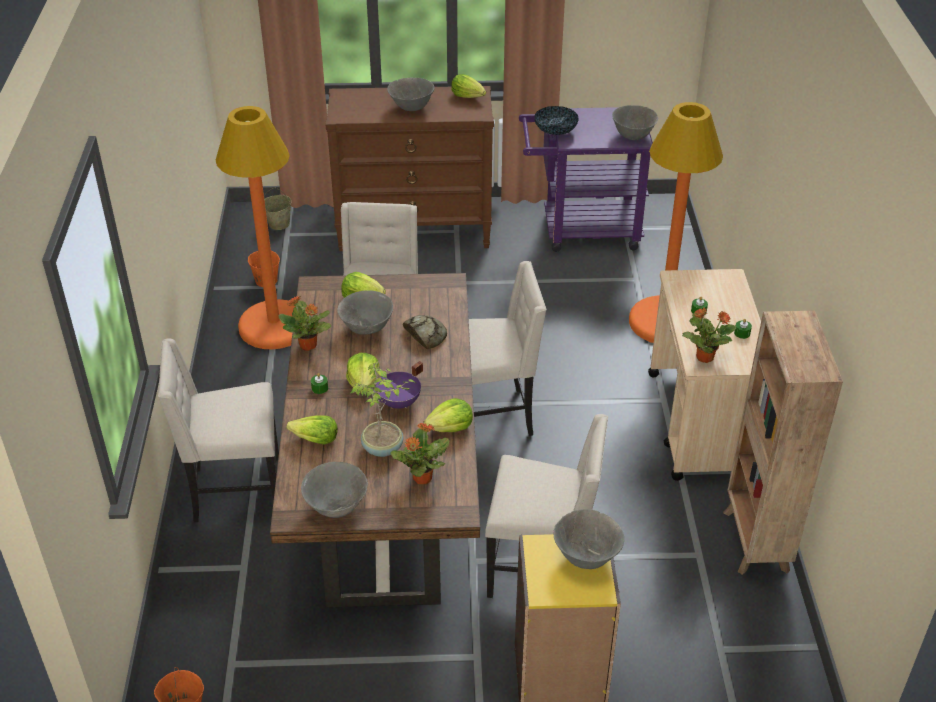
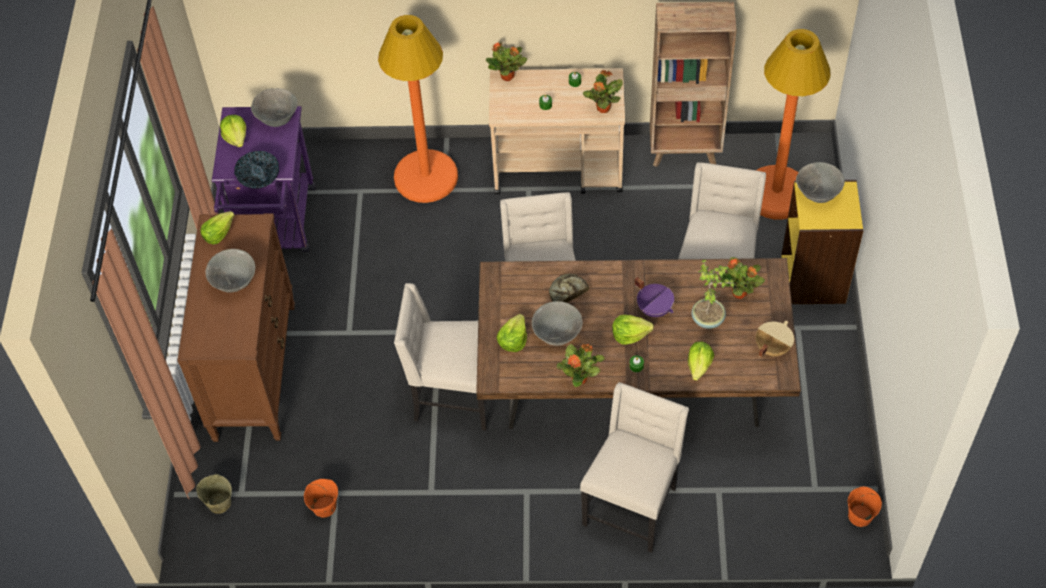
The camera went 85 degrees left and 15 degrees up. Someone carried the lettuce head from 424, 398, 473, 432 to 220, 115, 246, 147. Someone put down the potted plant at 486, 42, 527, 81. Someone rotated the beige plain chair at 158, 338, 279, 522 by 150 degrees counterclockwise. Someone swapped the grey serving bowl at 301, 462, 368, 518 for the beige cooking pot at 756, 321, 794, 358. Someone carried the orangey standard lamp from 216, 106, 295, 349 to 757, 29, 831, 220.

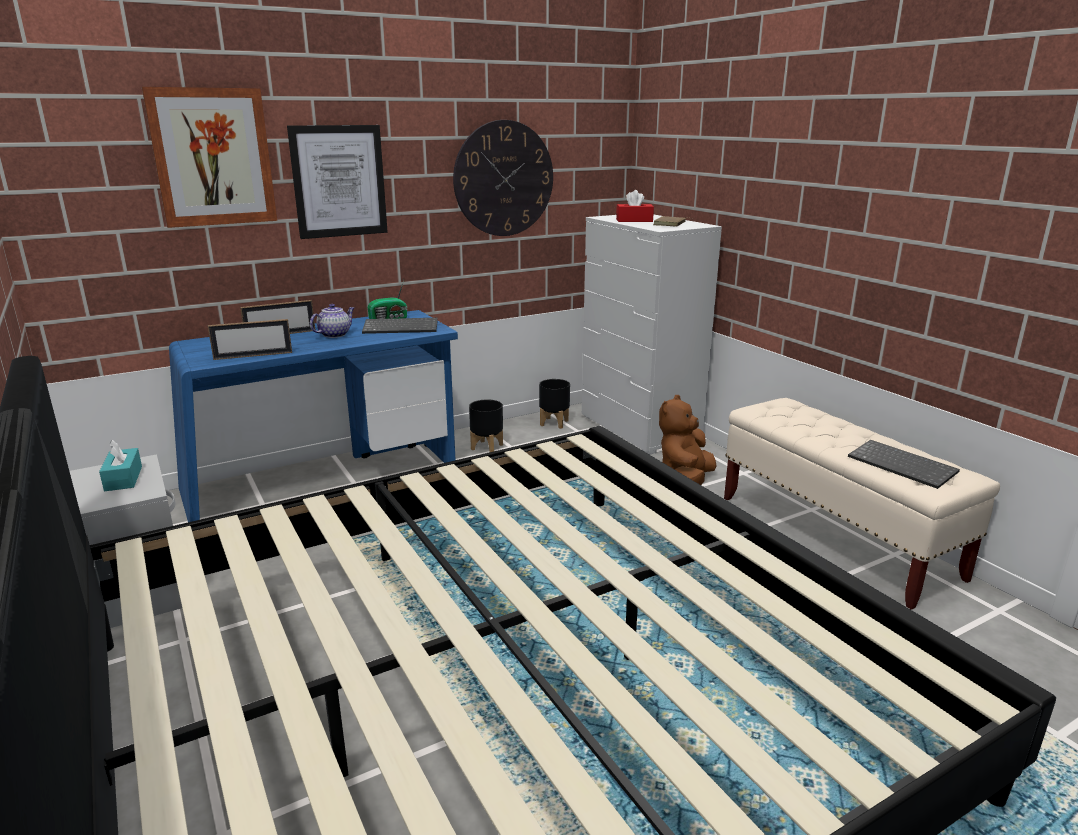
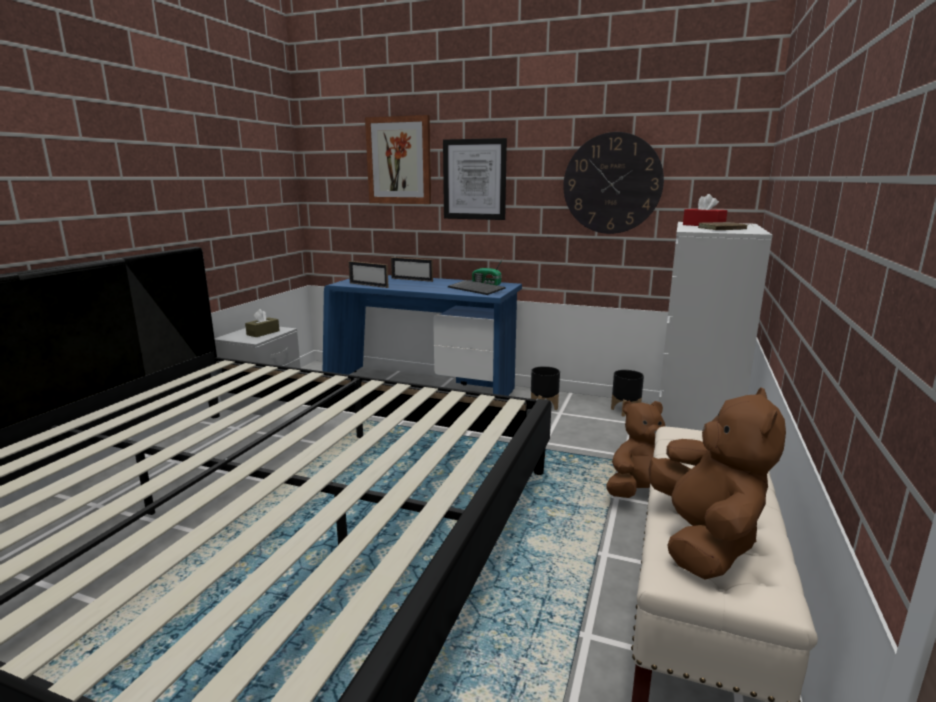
The camera went 50 degrees right and 5 degrees down. Someone repainted the blue-green tissue holder at 99, 440, 142, 491, which became the brown tissue holder at 245, 309, 280, 337. Someone swapped the PC keyboard at 848, 440, 960, 489 for the brown cuddly toy at 648, 387, 786, 579. Someone took away the teapot at 310, 304, 354, 338.

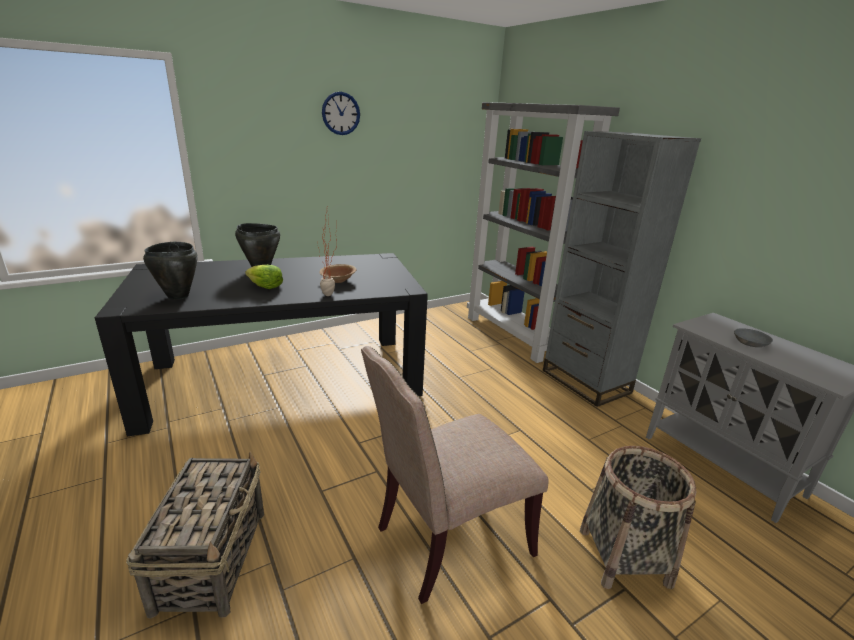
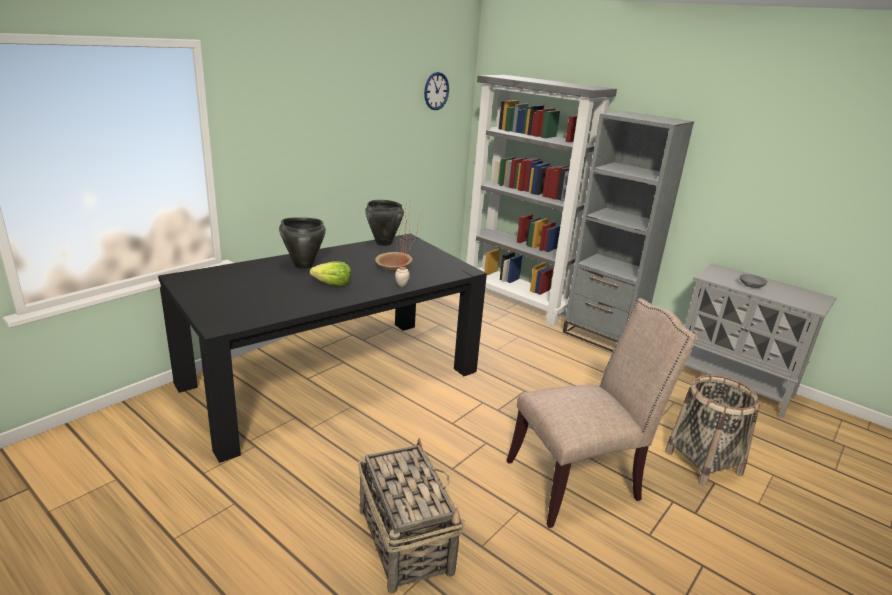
The camera went 20 degrees left and 0 degrees up. Someone carried the black cooking pot from 143, 242, 198, 300 to 365, 200, 404, 246. Someone carried the wall clock from 322, 92, 360, 135 to 424, 72, 449, 110. Someone rotated the beige plain chair at 361, 346, 549, 604 by 150 degrees counterclockwise.

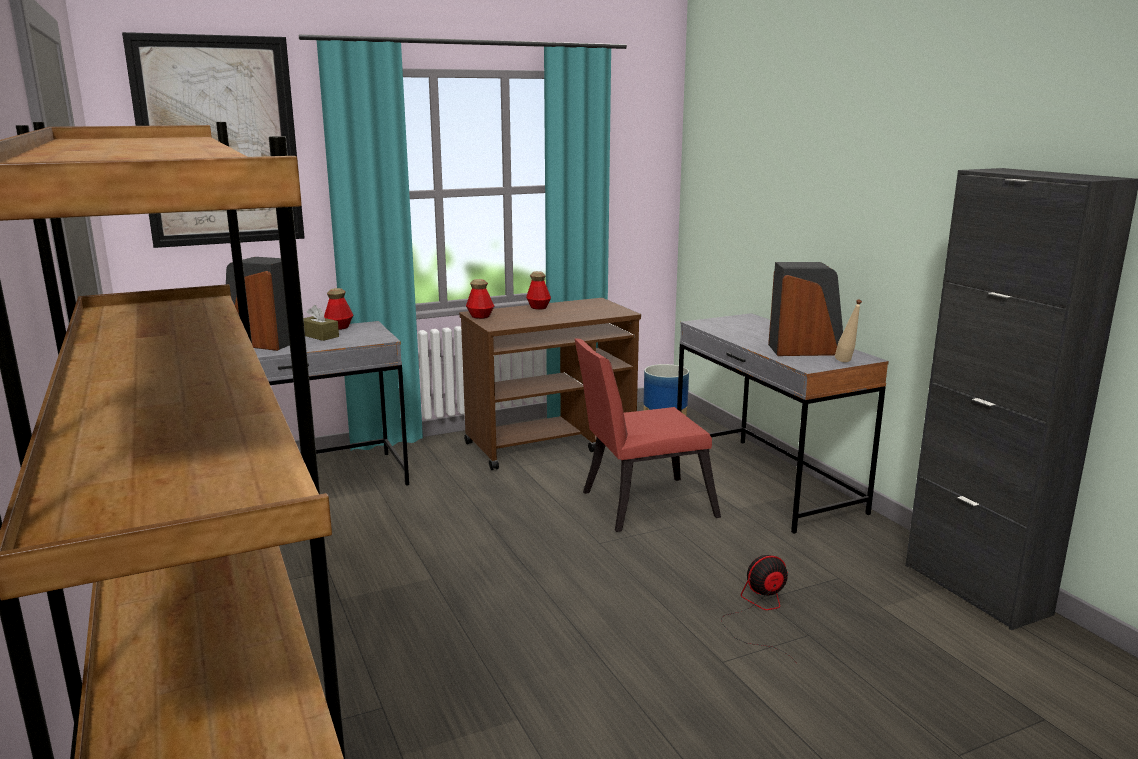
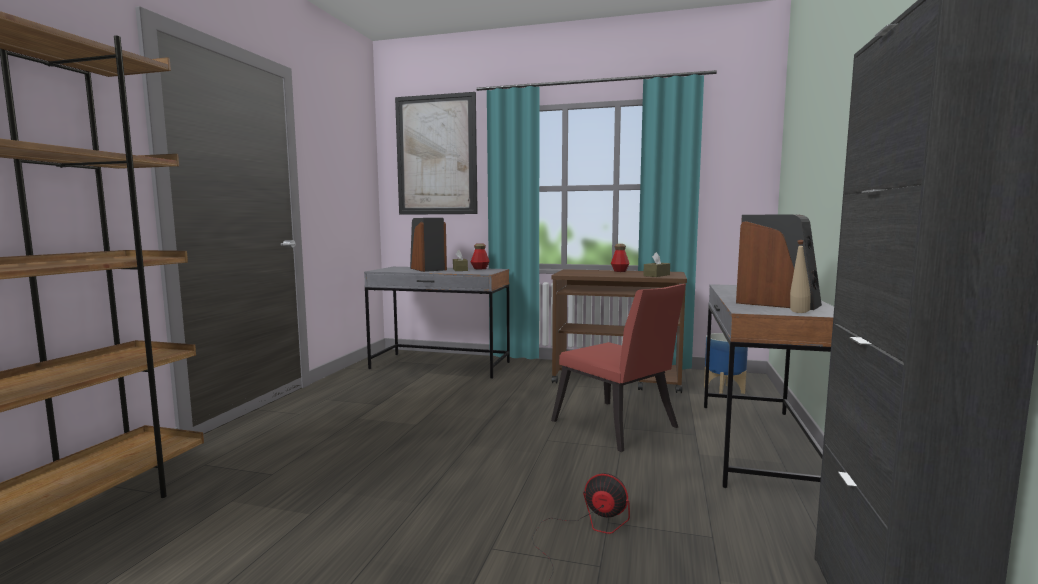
The camera went 40 degrees right and 10 degrees down. Someone rotated the red plain chair at 575, 338, 721, 532 by 150 degrees counterclockwise. Someone put down the brown tissue holder at 643, 252, 670, 277. Someone took away the bottle at 466, 279, 494, 319.

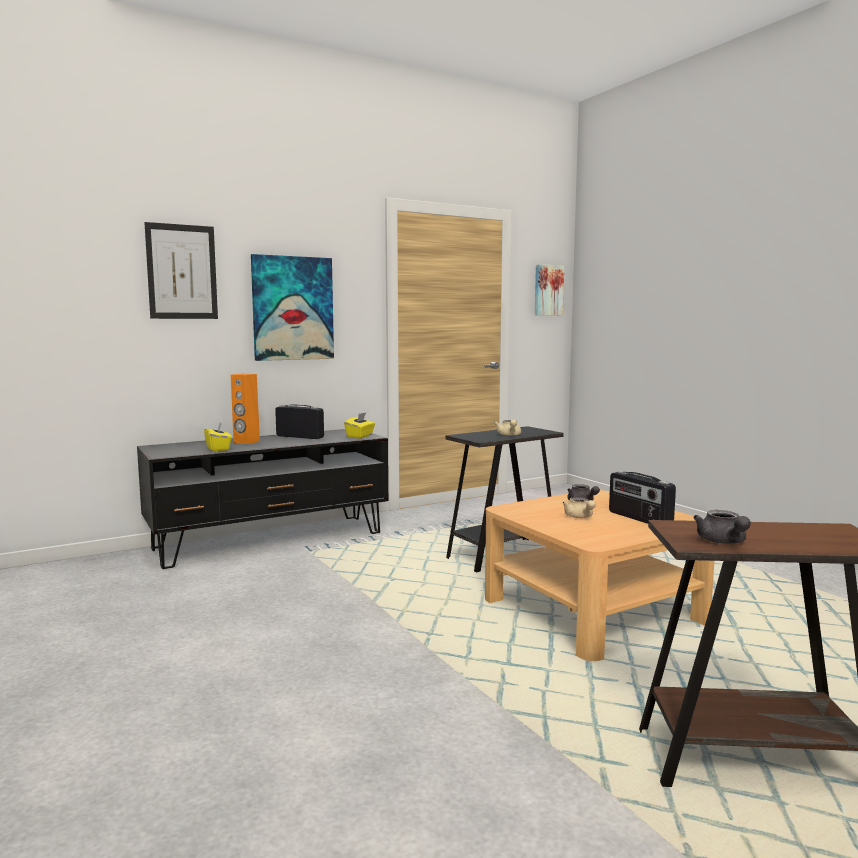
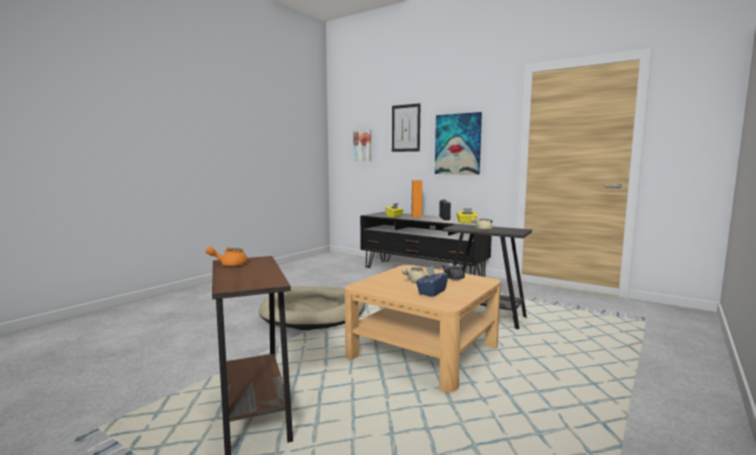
The camera went 65 degrees right and 0 degrees up. Someone repainted the grey teapot at 693, 510, 751, 544, which became the orangey teapot at 206, 247, 248, 267. Someone put down the beige dog bed at 259, 286, 365, 330. Someone carried the picture from 535, 264, 564, 315 to 353, 130, 371, 161. Someone swapped the radio receiver at 609, 471, 676, 524 for the blue tissue holder at 416, 266, 448, 297.

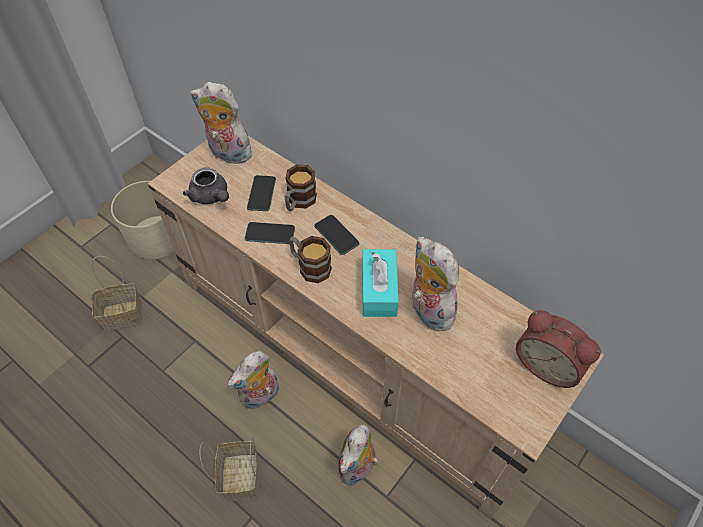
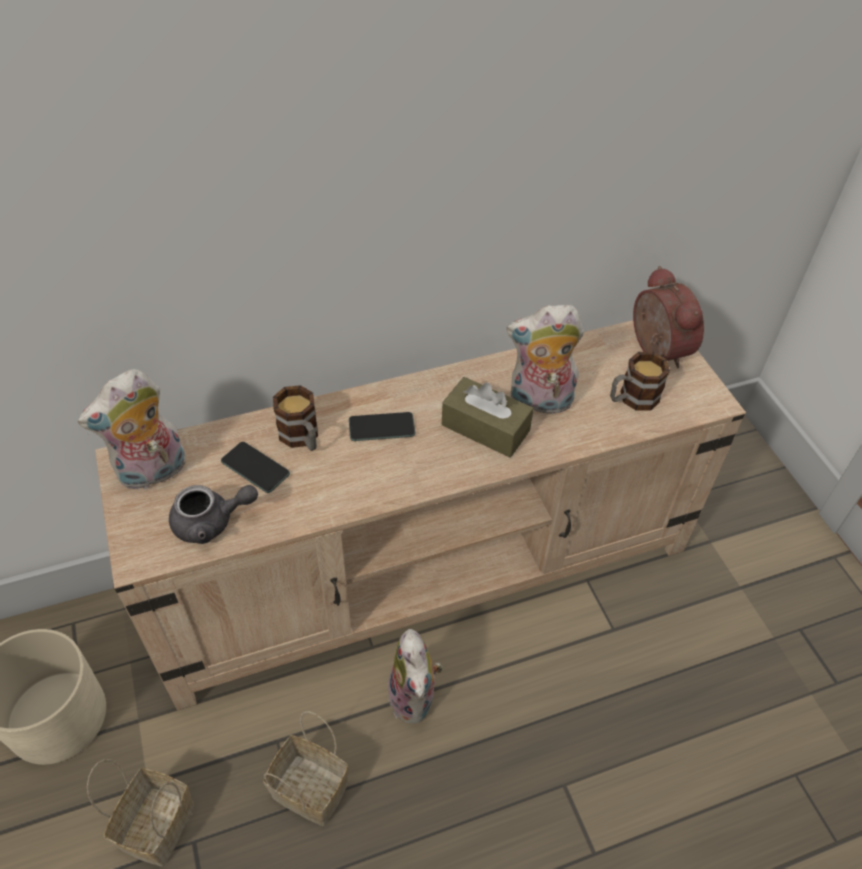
The camera went 60 degrees left and 5 degrees down. Someone carried the basket from 200, 438, 259, 501 to 263, 711, 349, 826. Someone repainted the blue-green tissue holder at 362, 249, 399, 317, which became the brown tissue holder at 442, 377, 534, 457. Someone carried the tea mug from 289, 236, 332, 283 to 610, 352, 670, 410. Someone rotated the bedside clock at 516, 310, 601, 388 by 90 degrees counterclockwise. Someone took away the phone at 245, 222, 295, 244. Someone took away the cuddly toy at 337, 425, 378, 486.

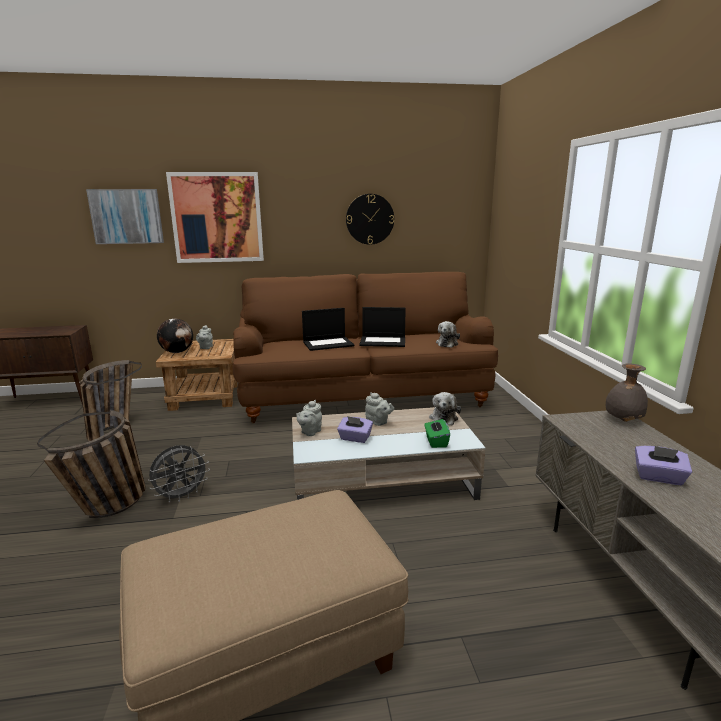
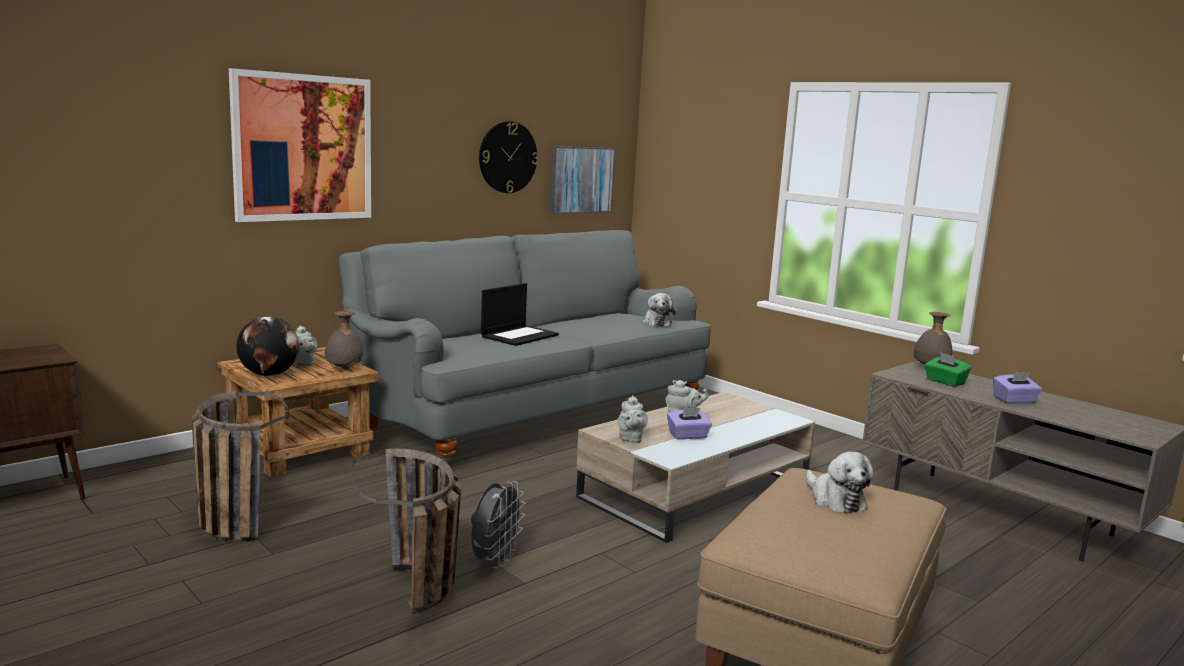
The camera went 35 degrees left and 5 degrees down. Someone put down the grey vase at 325, 311, 363, 369. Someone repainted the brown couch at 233, 272, 498, 423, which became the grey couch at 338, 230, 711, 464. Someone carried the picture from 86, 189, 164, 244 to 549, 146, 616, 214. Someone carried the cuddly toy from 429, 392, 461, 425 to 806, 452, 874, 514. Someone carried the green tissue holder from 424, 417, 450, 448 to 925, 352, 971, 387. Someone took away the laptop at 359, 307, 406, 347.

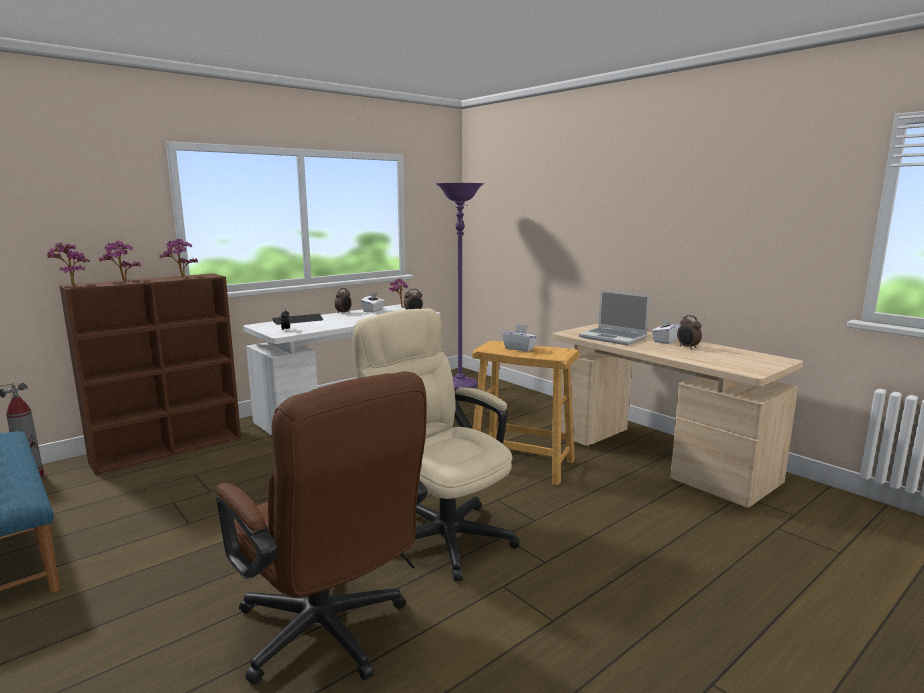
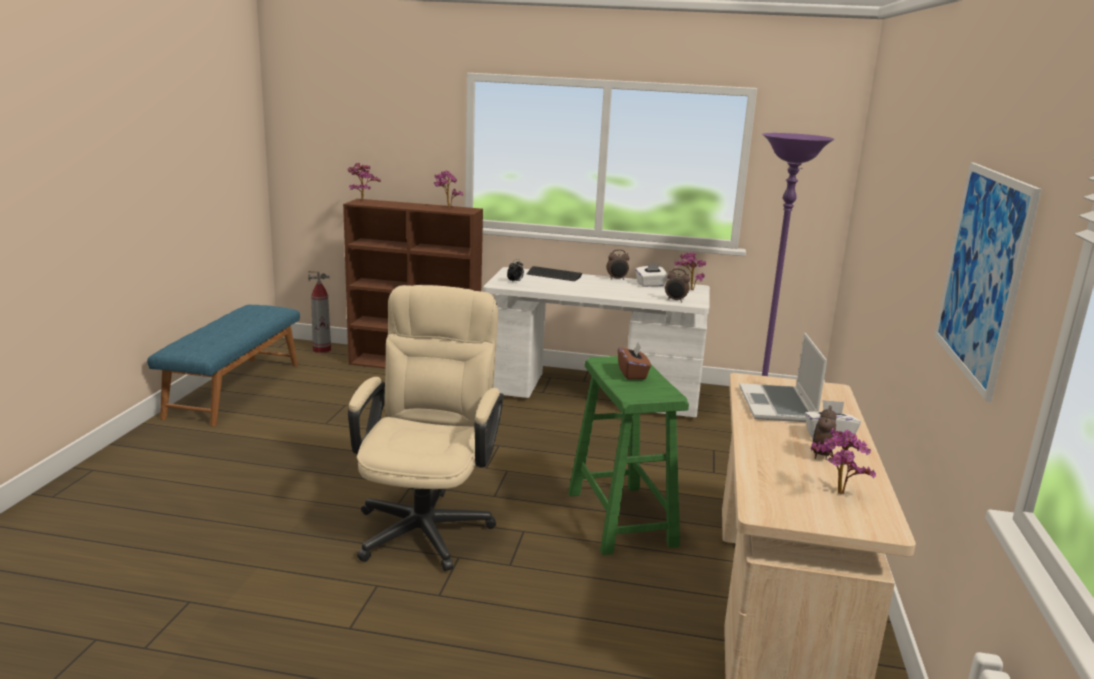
The camera went 50 degrees right and 5 degrees up. Someone repainted the beige stool at 472, 341, 579, 485, which became the green stool at 568, 356, 689, 555. Someone repainted the whitish tissue holder at 502, 324, 538, 352, which became the brown tissue holder at 618, 343, 651, 380. Someone carried the potted plant from 99, 241, 141, 281 to 810, 428, 876, 494. Someone put up the picture at 934, 162, 1042, 402. Someone took away the brown office chair at 216, 372, 428, 685.

